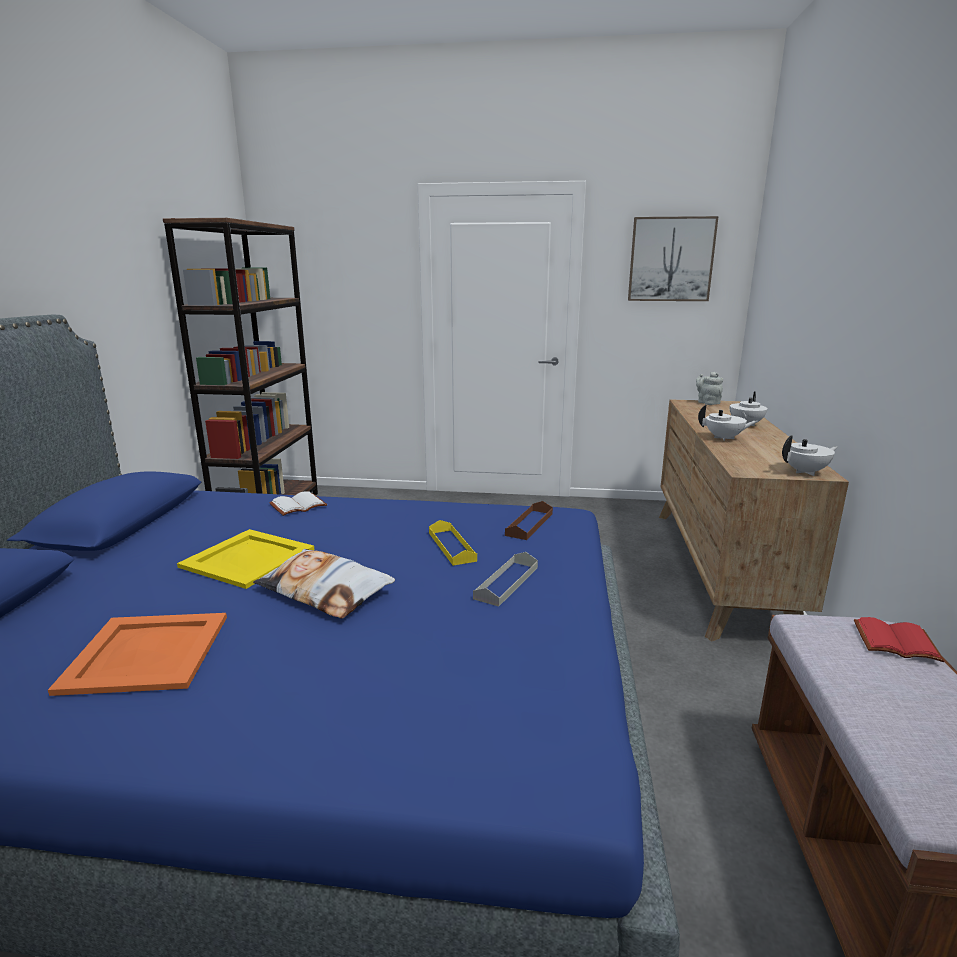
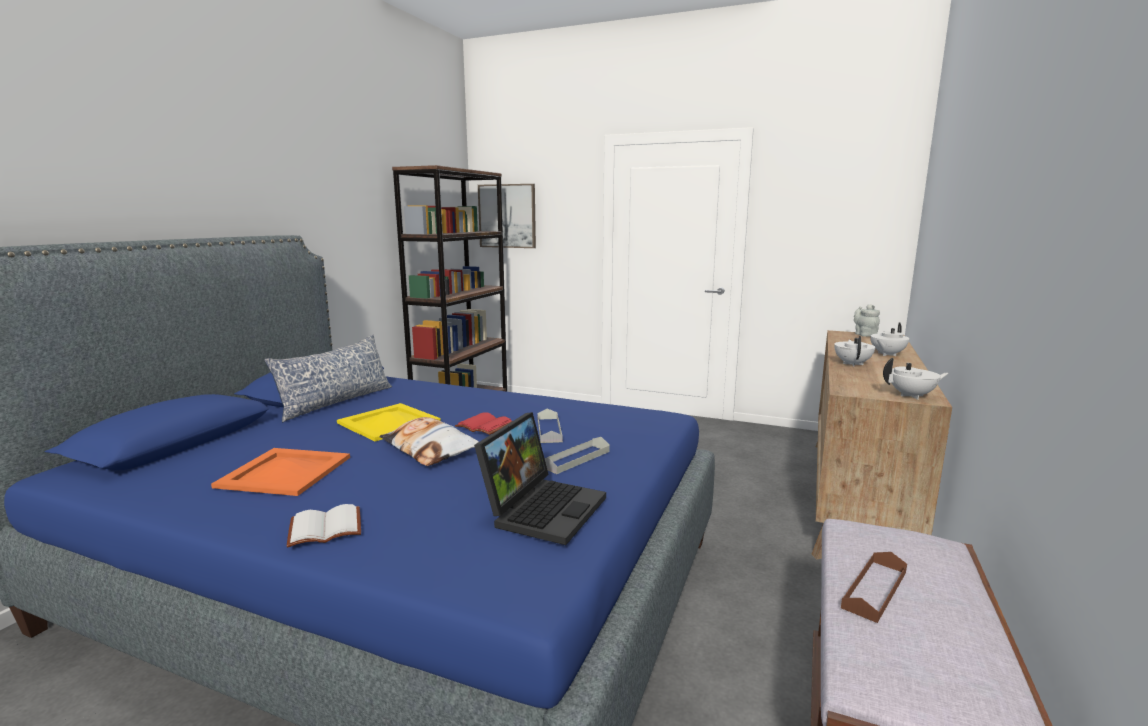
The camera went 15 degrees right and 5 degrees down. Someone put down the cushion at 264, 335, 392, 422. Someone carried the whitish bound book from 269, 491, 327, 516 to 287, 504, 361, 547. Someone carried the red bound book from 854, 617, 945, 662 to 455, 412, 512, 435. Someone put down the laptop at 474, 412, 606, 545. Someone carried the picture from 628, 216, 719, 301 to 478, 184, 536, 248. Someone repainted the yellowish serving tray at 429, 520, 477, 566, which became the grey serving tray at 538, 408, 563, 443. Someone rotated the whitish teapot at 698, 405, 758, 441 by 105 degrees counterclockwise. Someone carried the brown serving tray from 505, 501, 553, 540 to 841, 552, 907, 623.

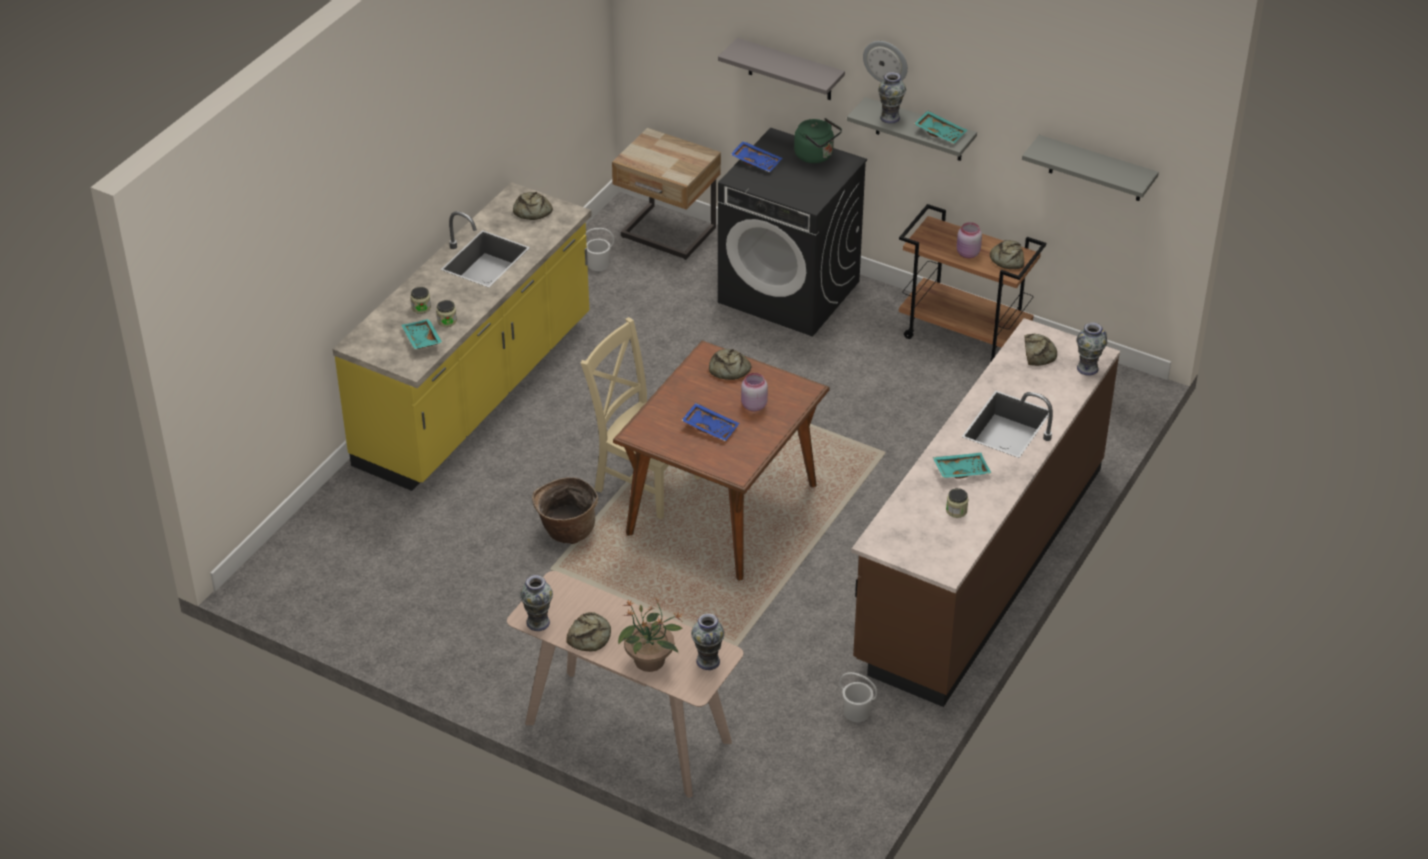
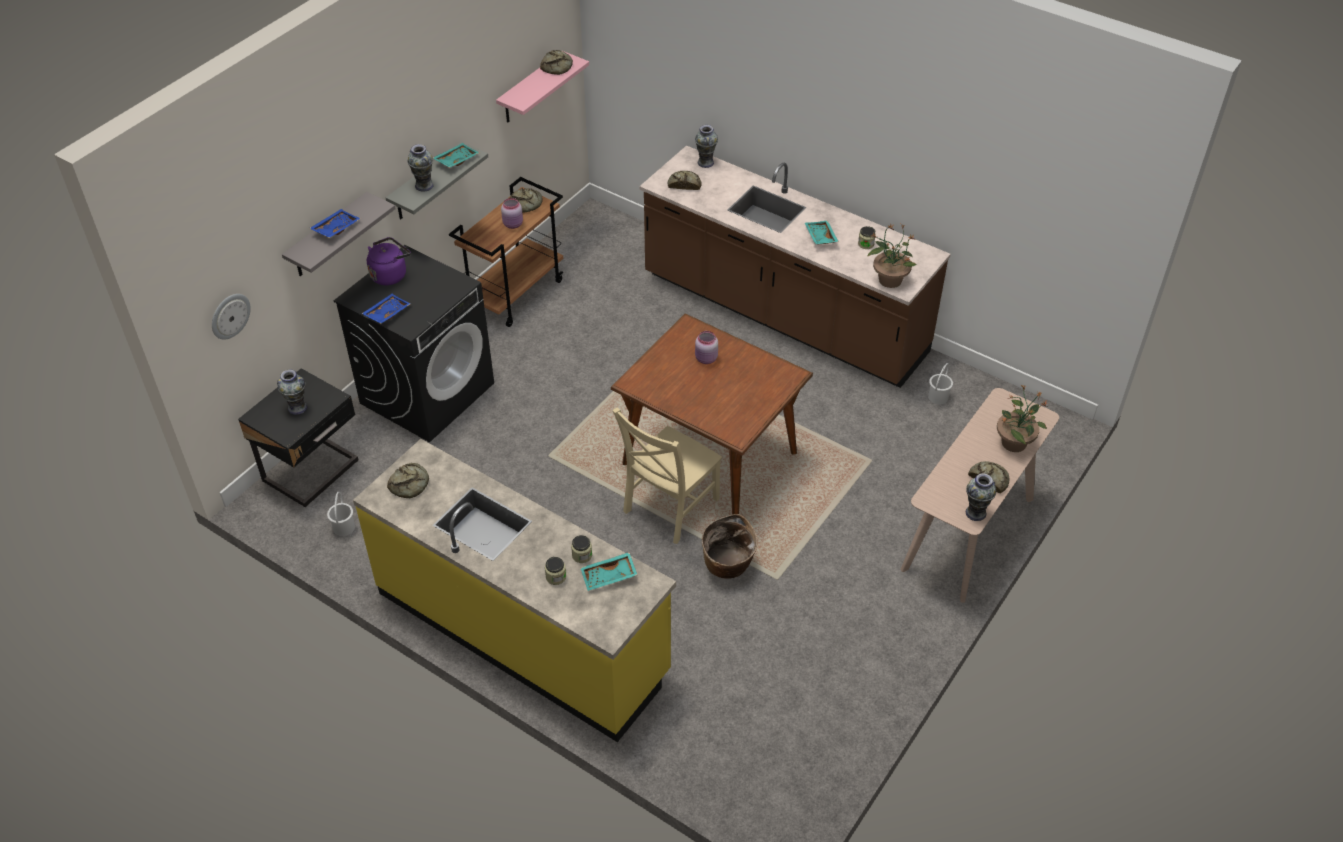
The camera went 85 degrees left and 5 degrees up. Someone carried the wall clock from 863, 41, 908, 82 to 212, 294, 251, 340. Someone repainted the beige nightstand at 612, 128, 721, 260, which became the black nightstand at 238, 368, 359, 507. Someone carried the vase from 691, 613, 724, 670 to 277, 369, 308, 415. Someone carried the blue serving tray from 681, 403, 740, 442 to 310, 209, 360, 238. Someone repainted the green kettle at 794, 118, 842, 163, which became the purple-coloured kettle at 367, 237, 411, 285. Someone repainted the grey shelf at 1022, 135, 1159, 201, which became the pink shelf at 496, 51, 589, 123. Someone carried the bakery bread from 709, 349, 752, 380 to 540, 50, 573, 75. Someone put down the potted plant at 867, 224, 917, 288.

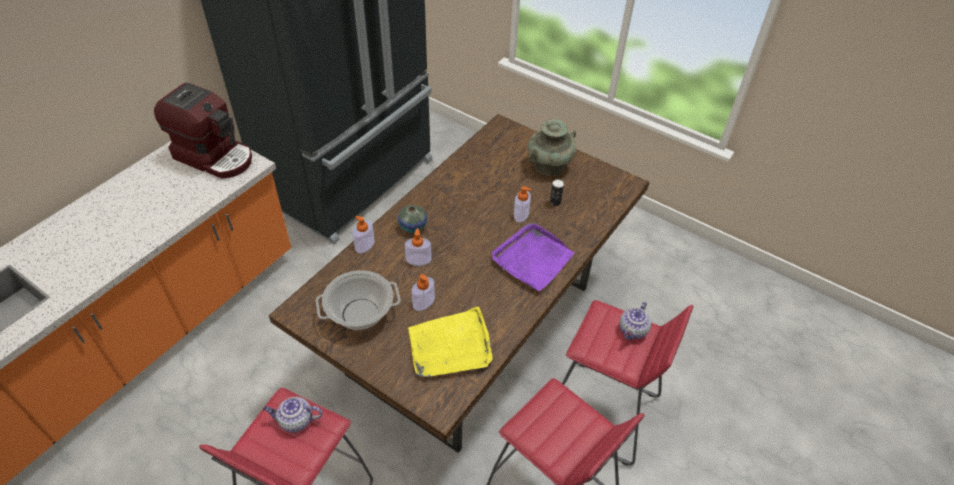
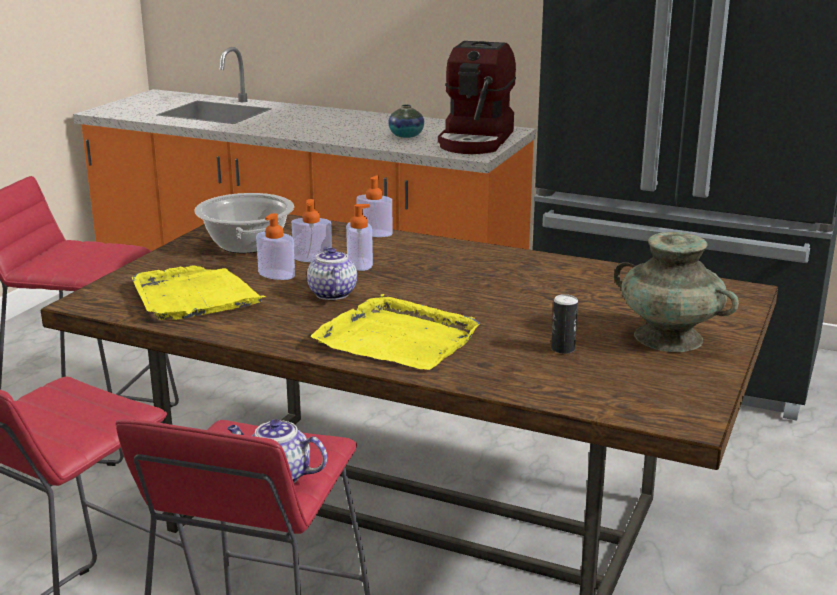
The camera went 80 degrees right and 25 degrees down. Someone carried the liquid soap bottle from 514, 186, 531, 222 to 292, 199, 332, 262. Someone carried the teapot from 263, 397, 323, 433 to 307, 247, 357, 300. Someone repainted the purple-coloured serving tray at 492, 223, 574, 291, which became the yellowish serving tray at 311, 294, 480, 370. Someone carried the vase from 398, 205, 427, 233 to 388, 105, 424, 138.

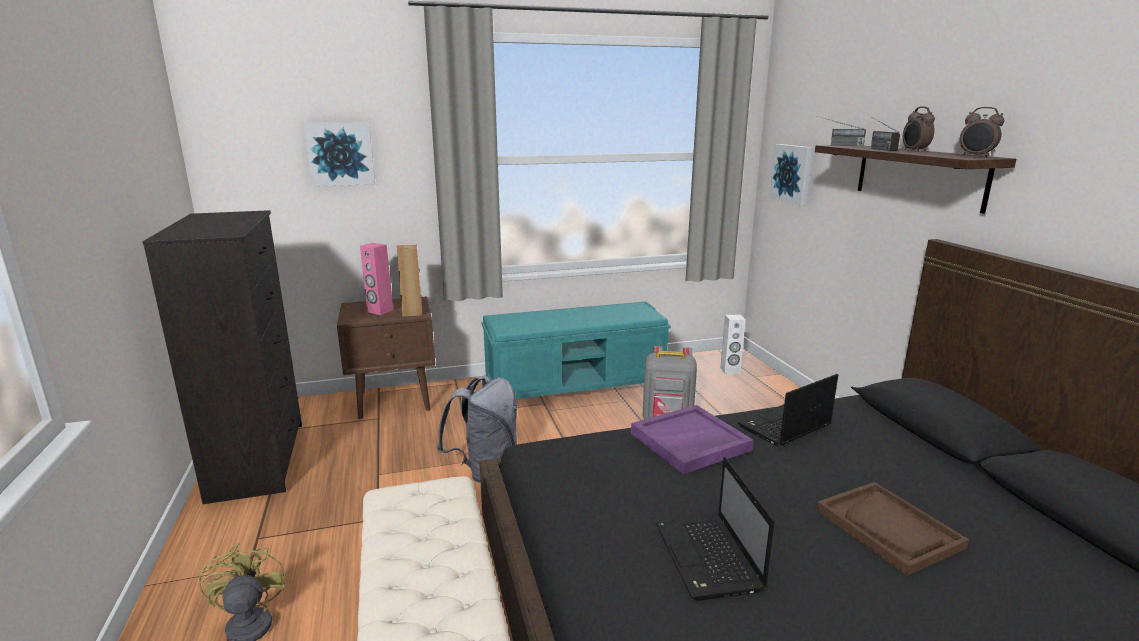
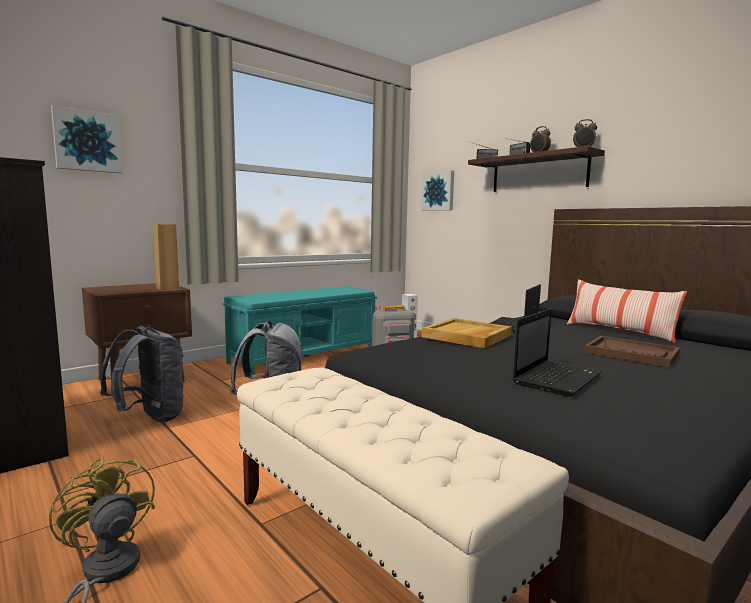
The camera went 25 degrees left and 10 degrees down. Someone put down the grey rucksack at 100, 326, 184, 423. Someone repainted the purple-coloured serving tray at 631, 405, 753, 474, which became the beige serving tray at 421, 318, 512, 348. Someone rotated the laptop at 656, 457, 775, 601 by 105 degrees counterclockwise. Someone put down the cushion at 567, 279, 687, 343. Someone took away the pink audio speaker at 360, 243, 393, 315.

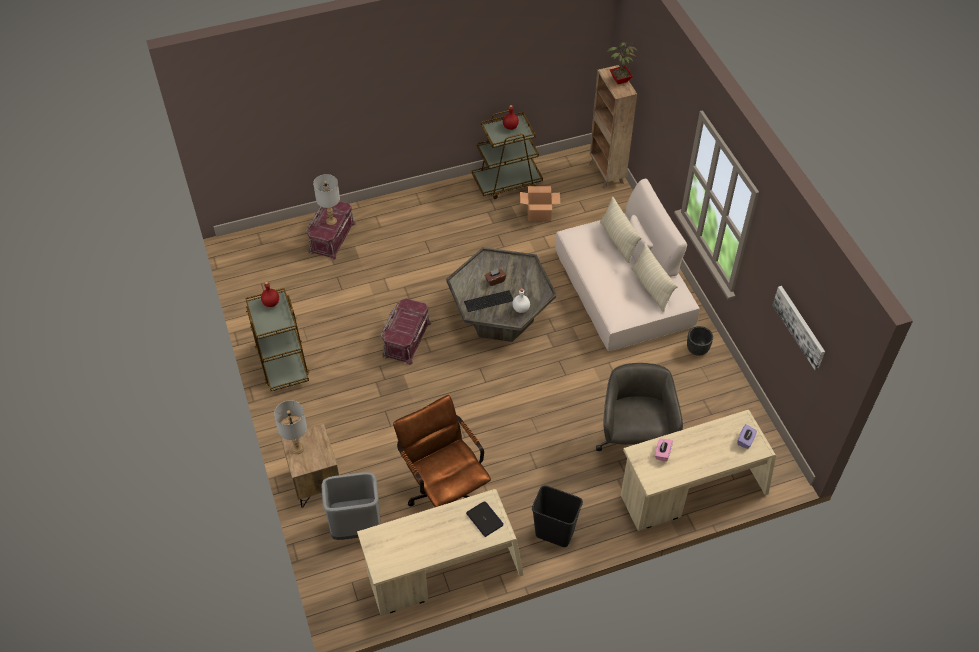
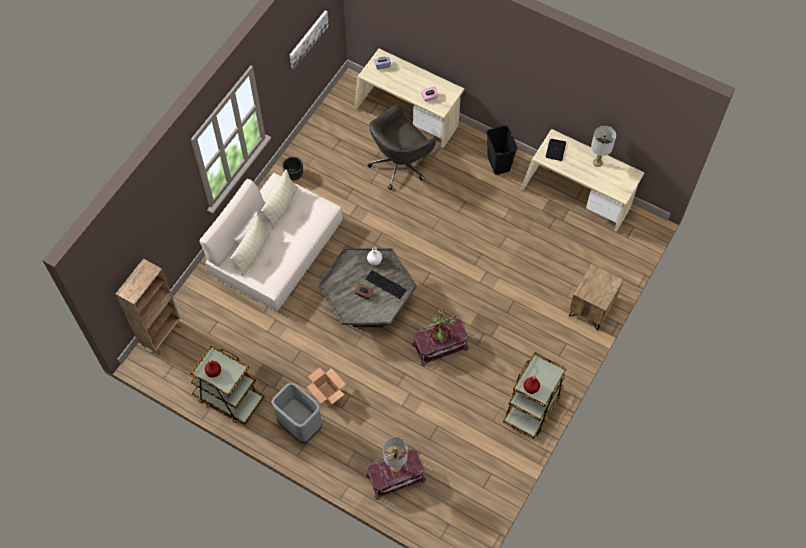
The camera went 130 degrees left and 10 degrees up. Someone carried the grey waste bin from 321, 472, 381, 540 to 271, 383, 322, 444. Someone carried the packing box from 520, 186, 560, 221 to 307, 368, 346, 407. Someone carried the potted plant from 607, 38, 637, 84 to 429, 308, 458, 344. Someone carried the grey table lamp from 274, 400, 307, 454 to 591, 126, 616, 167. Someone took away the brown office chair at 393, 395, 491, 507.

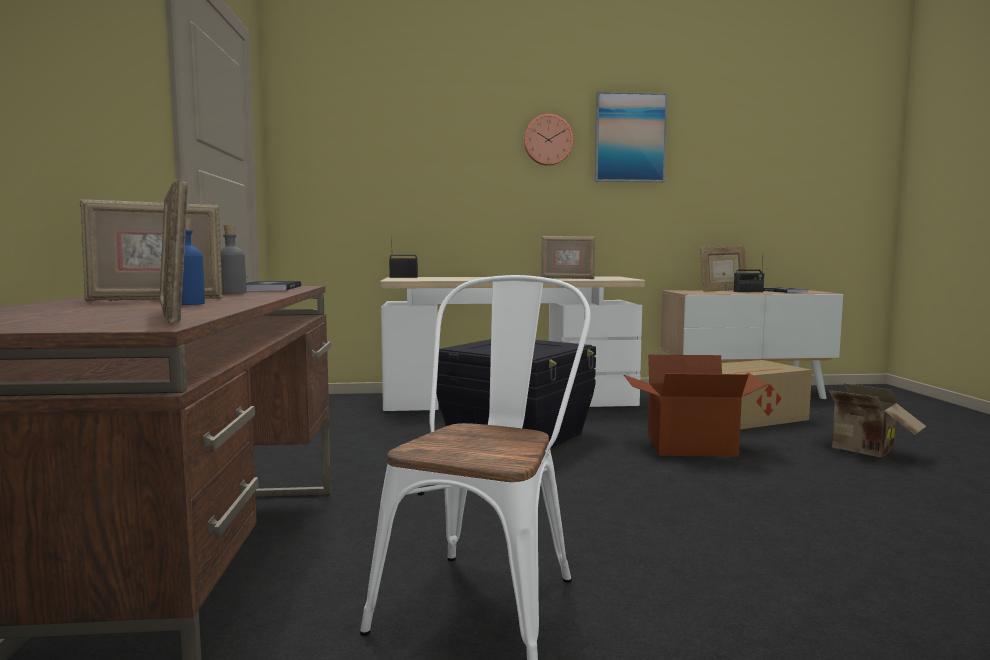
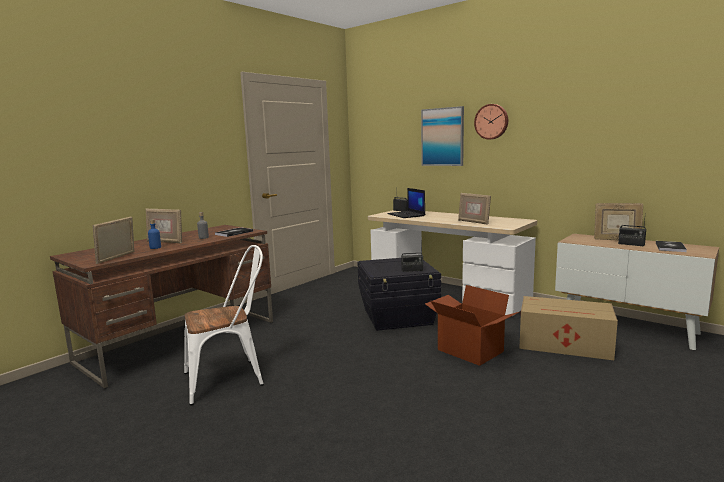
The camera went 45 degrees right and 5 degrees up. Someone put down the laptop at 387, 188, 425, 218. Someone put down the radio receiver at 401, 240, 423, 272. Someone carried the picture from 595, 91, 668, 182 to 421, 106, 464, 166. Someone took away the packing box at 807, 383, 926, 457.

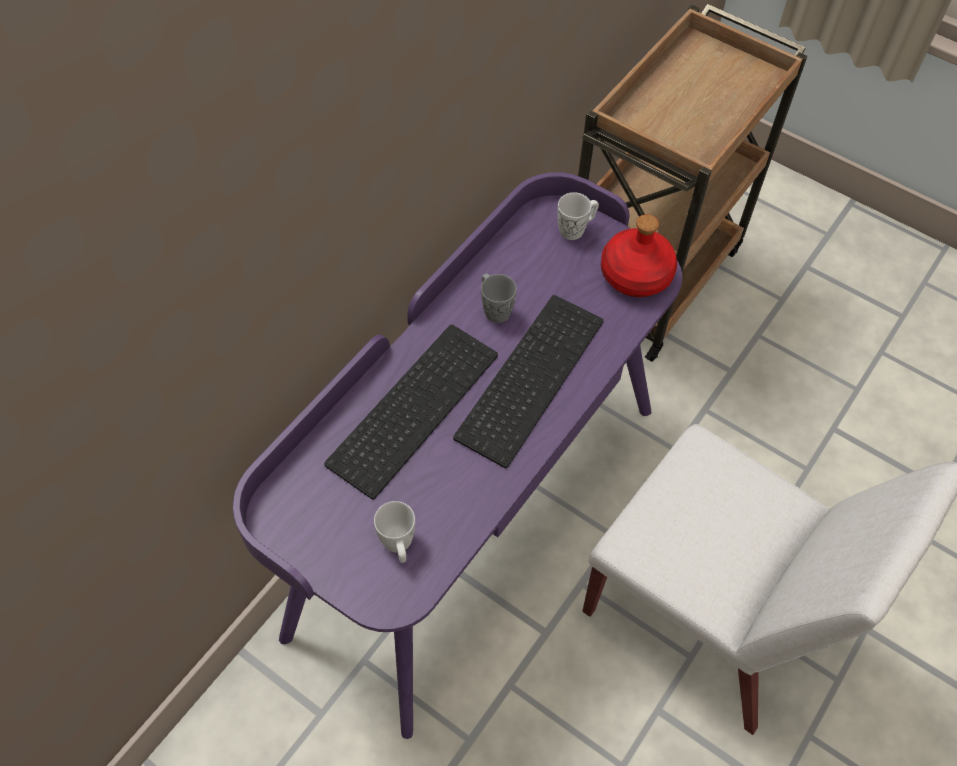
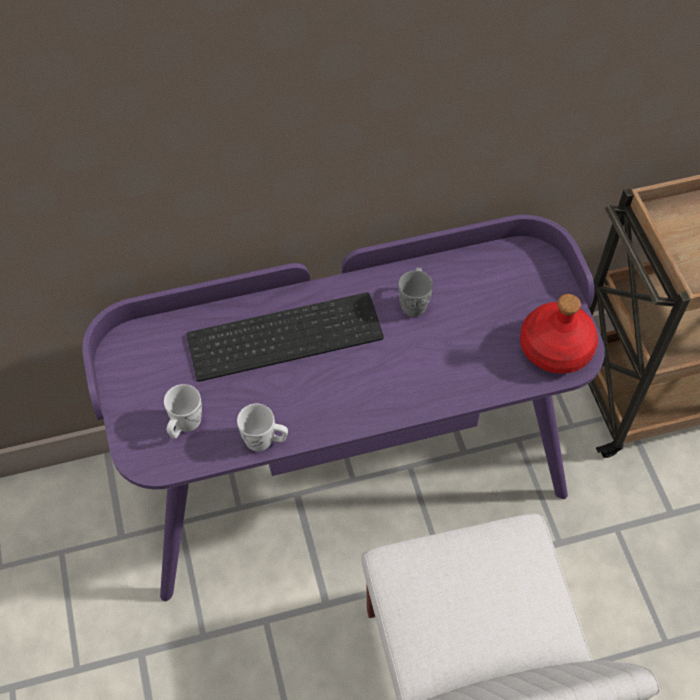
The camera went 40 degrees right and 0 degrees up. Someone carried the whitish tea mug from 557, 192, 599, 240 to 237, 404, 288, 451. Someone took away the PC keyboard at 453, 295, 604, 468.

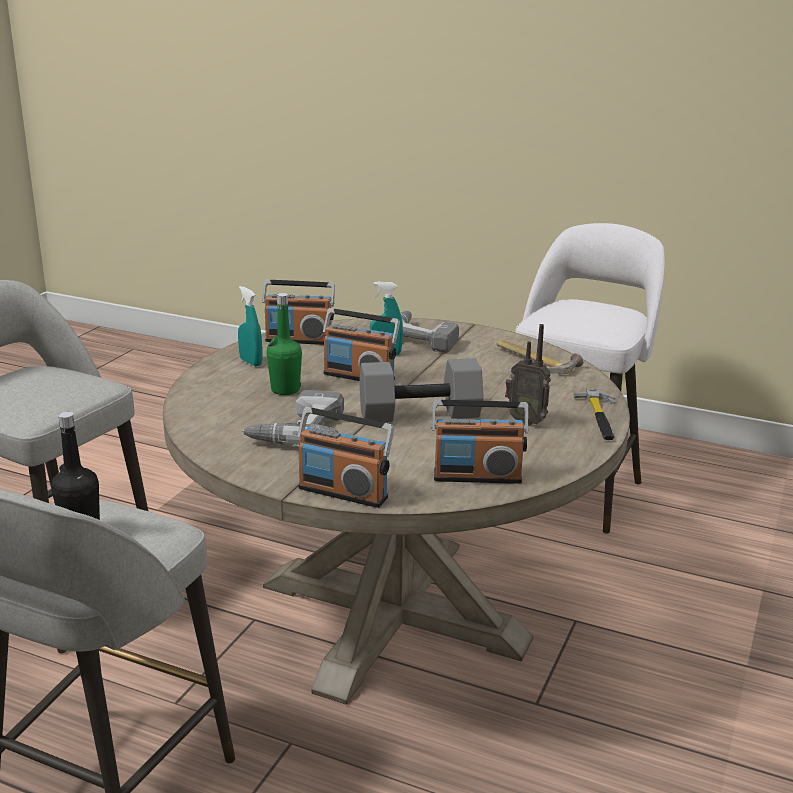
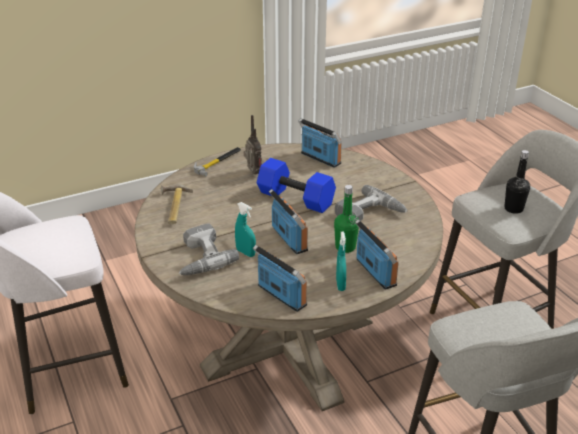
The camera went 140 degrees left and 10 degrees up. Someone repainted the grey hand weight at 359, 358, 484, 422, which became the blue hand weight at 257, 158, 336, 213. Someone carried the radio receiver from 297, 407, 394, 508 to 355, 219, 399, 290.

